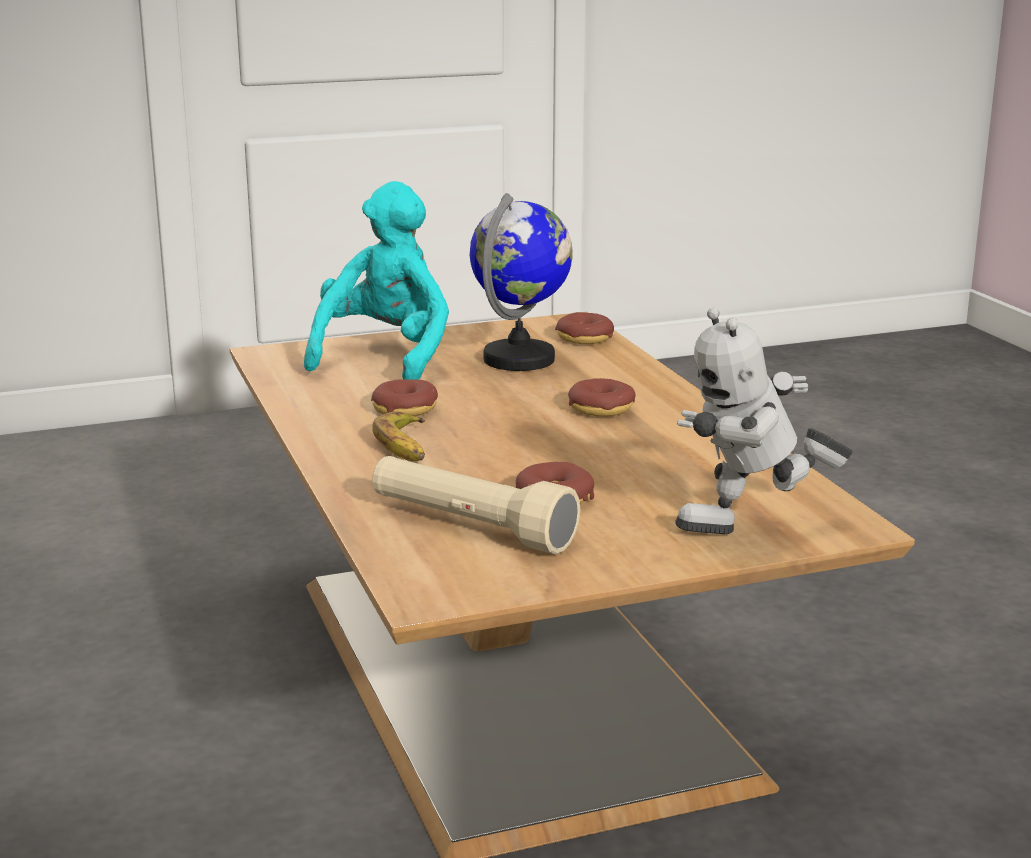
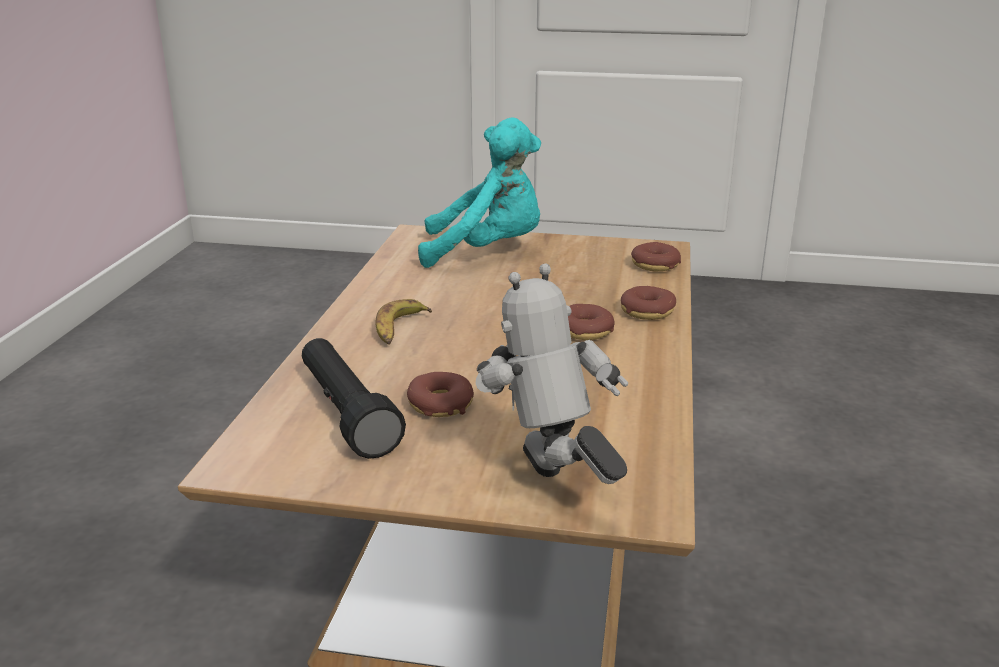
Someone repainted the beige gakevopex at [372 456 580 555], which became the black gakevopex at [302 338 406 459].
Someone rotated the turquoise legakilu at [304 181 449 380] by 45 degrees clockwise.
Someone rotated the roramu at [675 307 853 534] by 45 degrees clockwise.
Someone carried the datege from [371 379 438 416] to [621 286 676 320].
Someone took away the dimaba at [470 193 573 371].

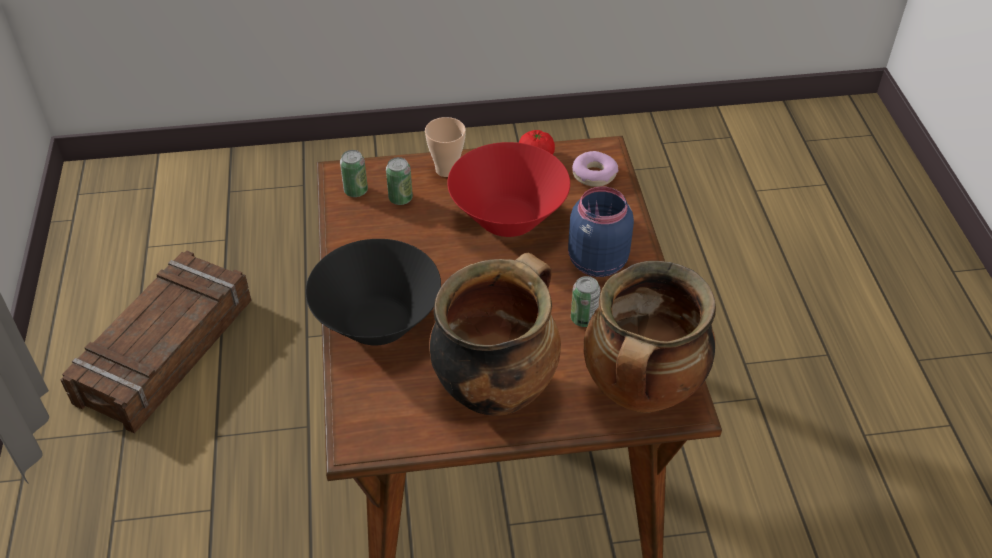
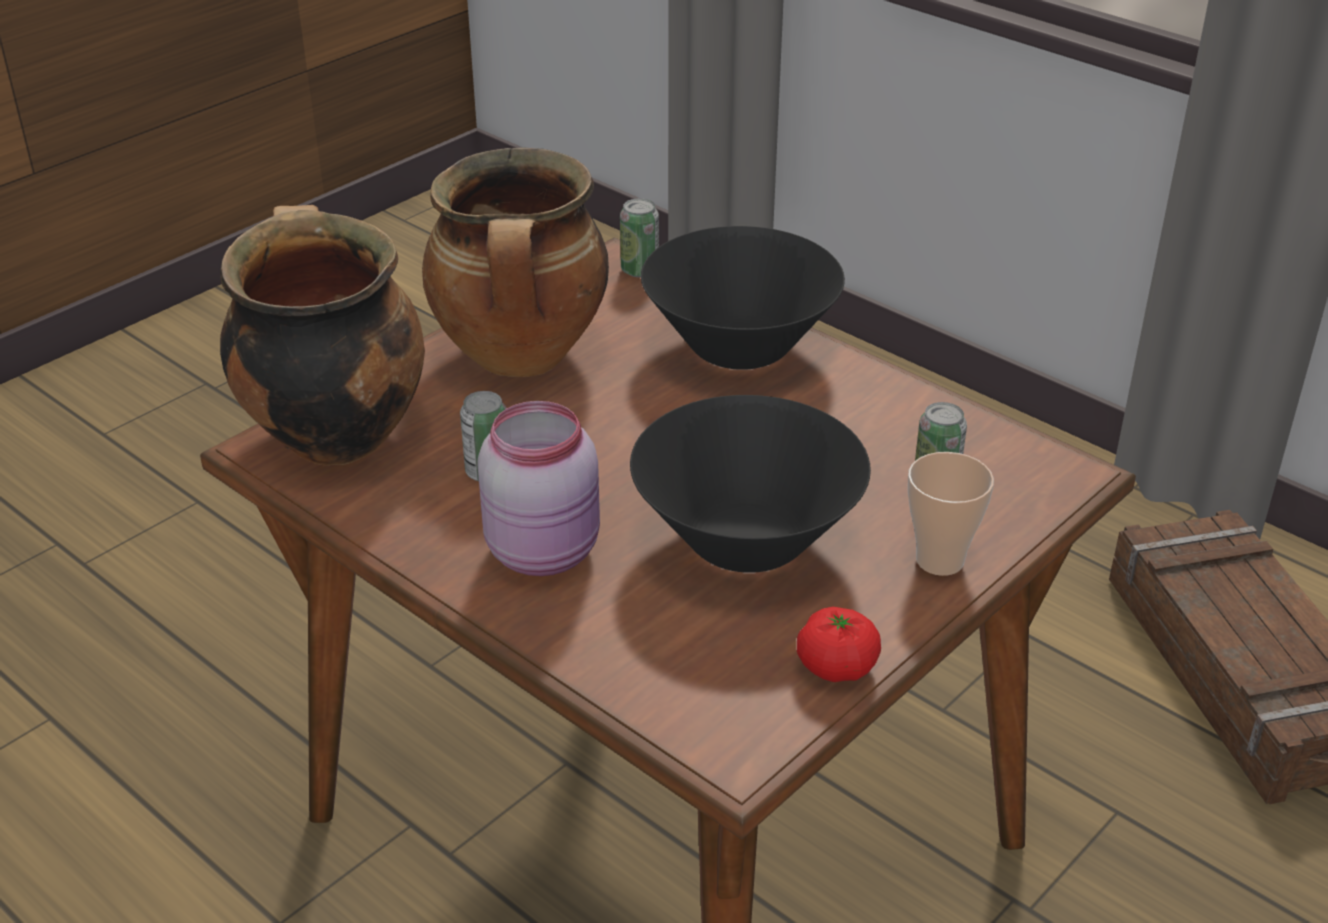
Someone repainted the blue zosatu at [568 187 634 277], which became the pink zosatu at [477 401 600 576].
Someone carried the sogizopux from [340 150 368 197] to [620 198 659 277].
Someone repainted the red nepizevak at [447 142 570 237], which became the black nepizevak at [630 395 871 573].
Someone took away the datege at [572 151 618 187].

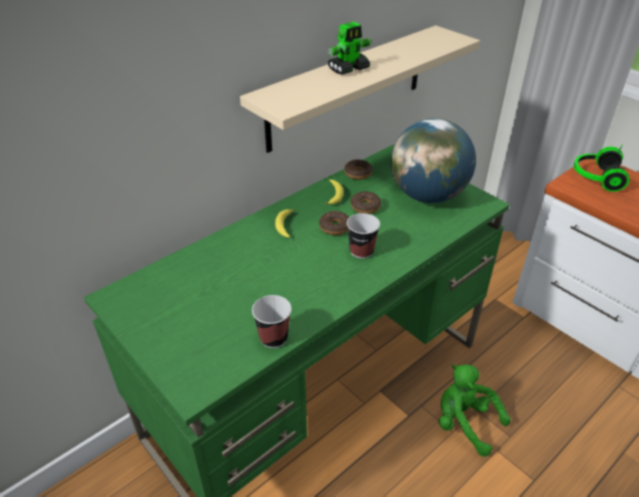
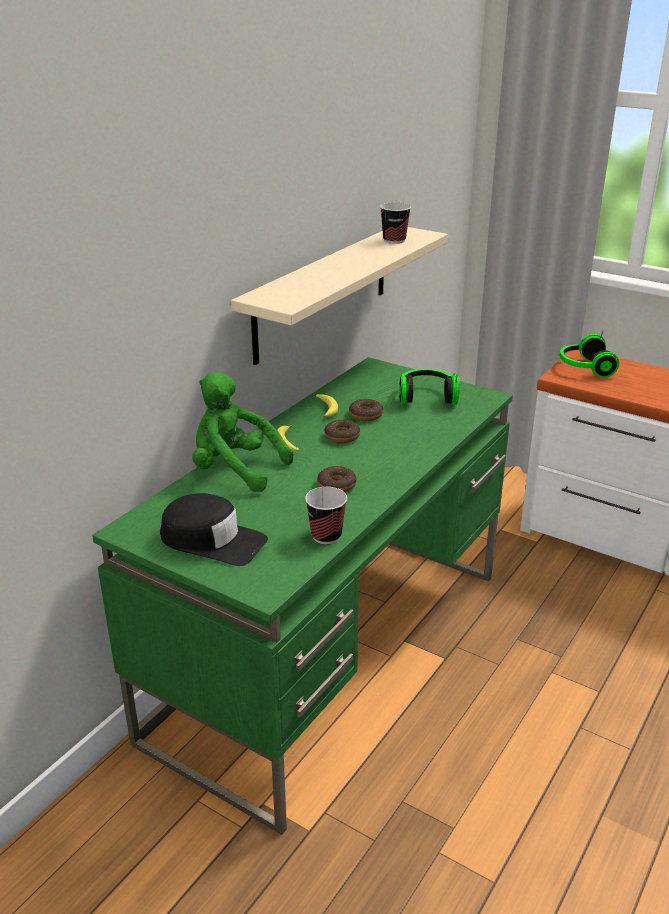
Someone put down the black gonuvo at [160 493 268 566].
Someone carried the green legakilu from [439 364 511 457] to [192 372 293 492].
Someone carried the datege from [344 160 373 180] to [317 466 357 492].
Someone carried the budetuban from [347 213 380 259] to [380 202 411 244].
Someone swapped the dimaba at [391 118 476 203] for the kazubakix at [399 369 459 405].
Someone took away the roramu at [327 22 372 75].

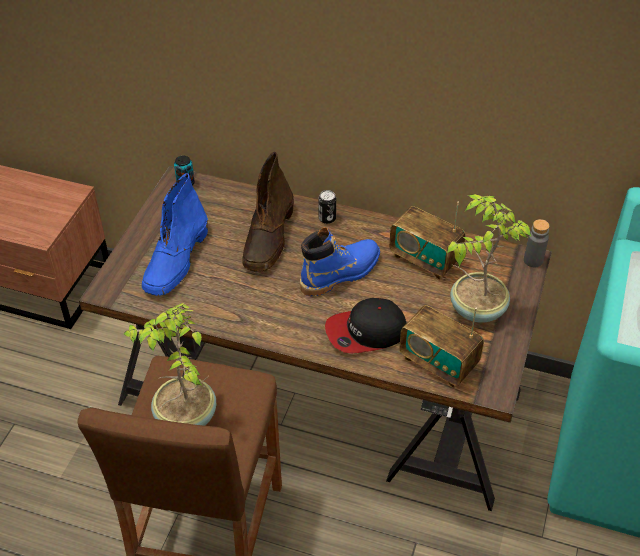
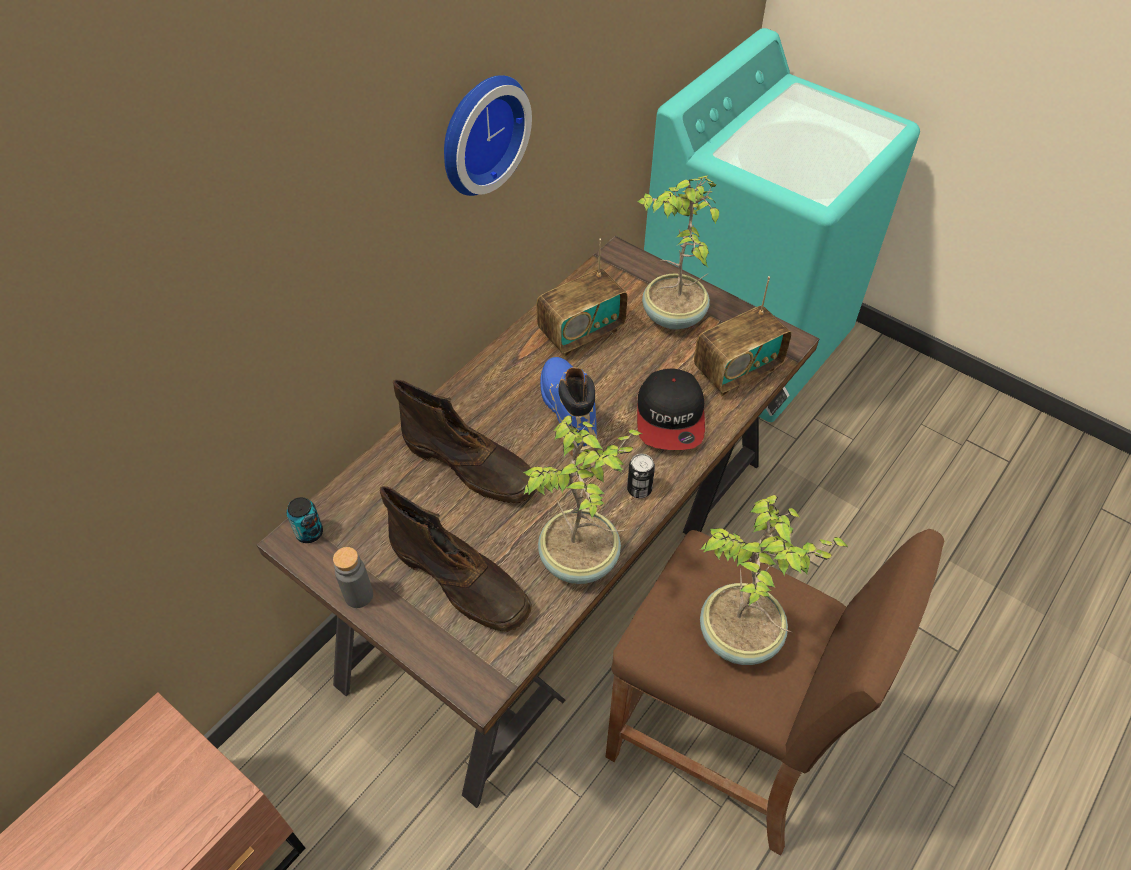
Someone carried the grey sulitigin from [524 219 549 267] to [333 547 373 608].
Someone repainted the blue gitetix at [142 173 208 296], which became the brown gitetix at [380 486 532 632].
Someone put up the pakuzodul at [444 75 532 196].
Someone put down the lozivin at [523 415 642 584].
Someone carried the sogizopux from [319 190 336 224] to [627 454 655 498].

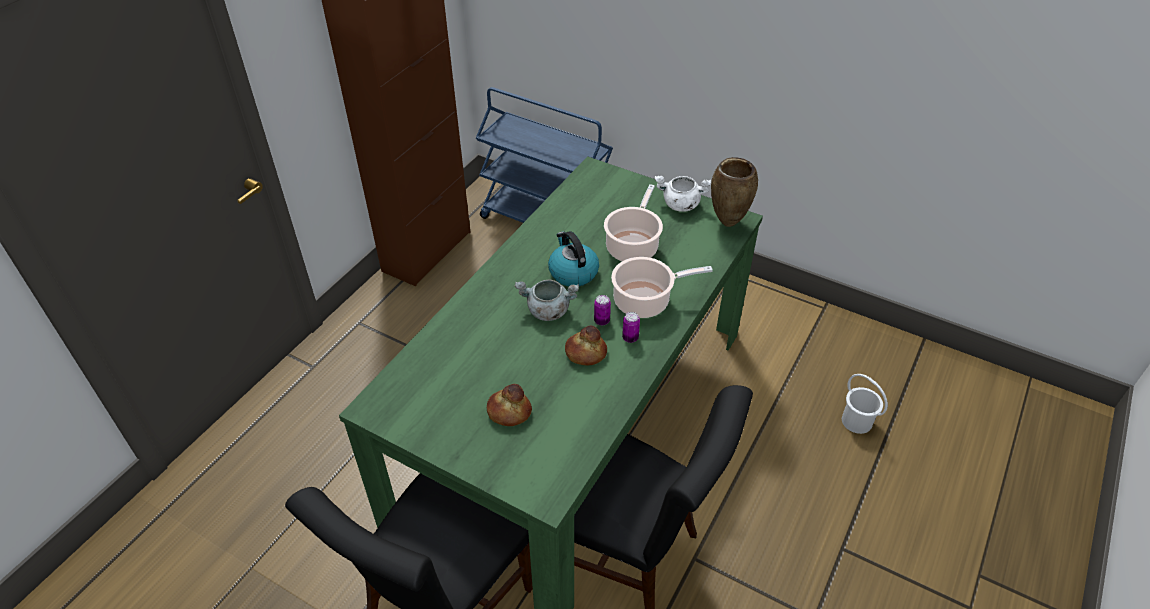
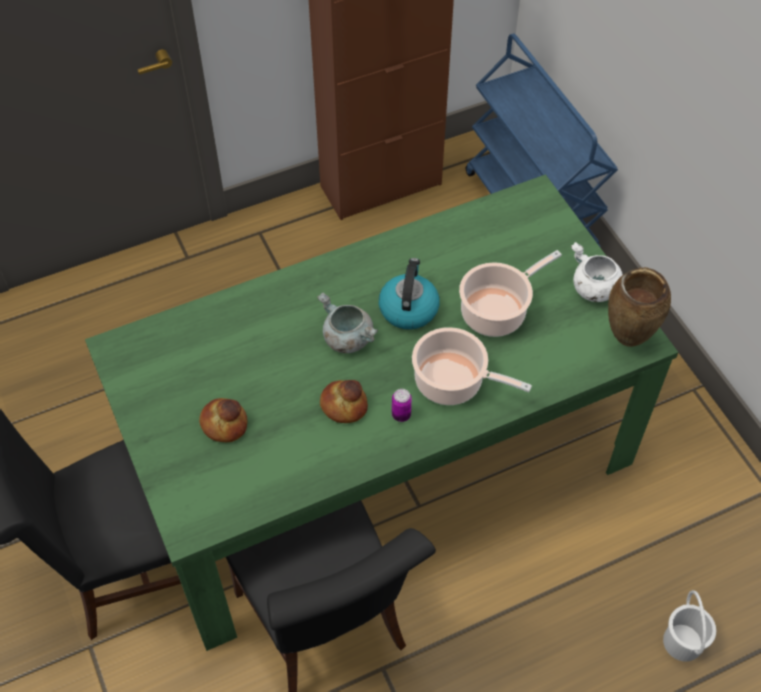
Someone took away the sogizopux at [594 295 611 325].

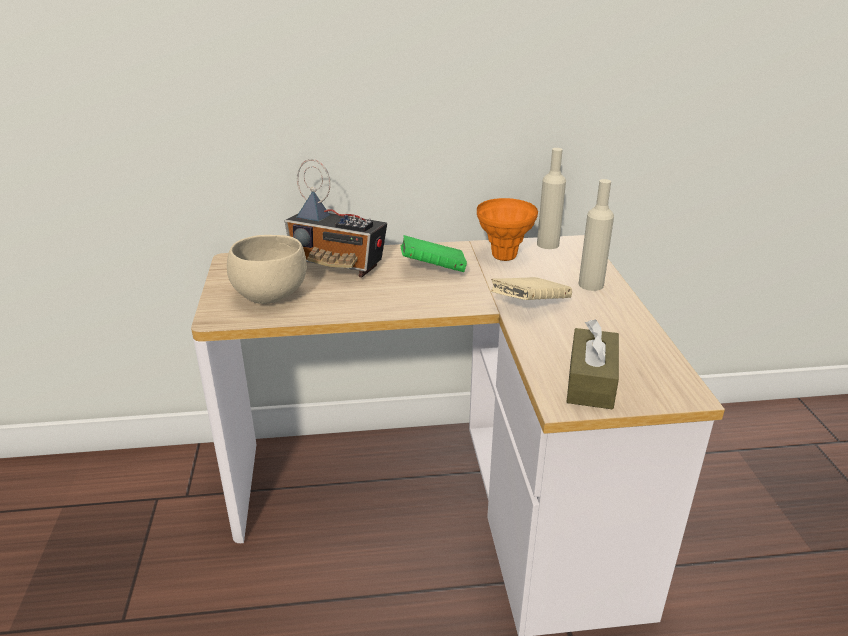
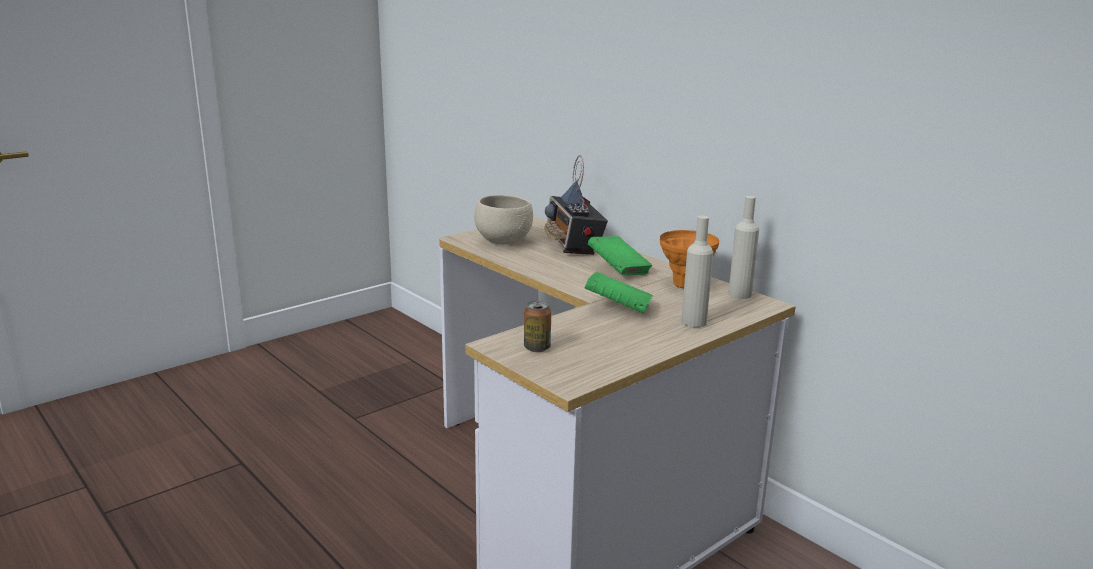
Someone swapped the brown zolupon at [567 319 619 409] for the sogizopux at [524 301 551 352].
Someone repainted the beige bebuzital at [490 277 572 300], which became the green bebuzital at [584 272 653 314].

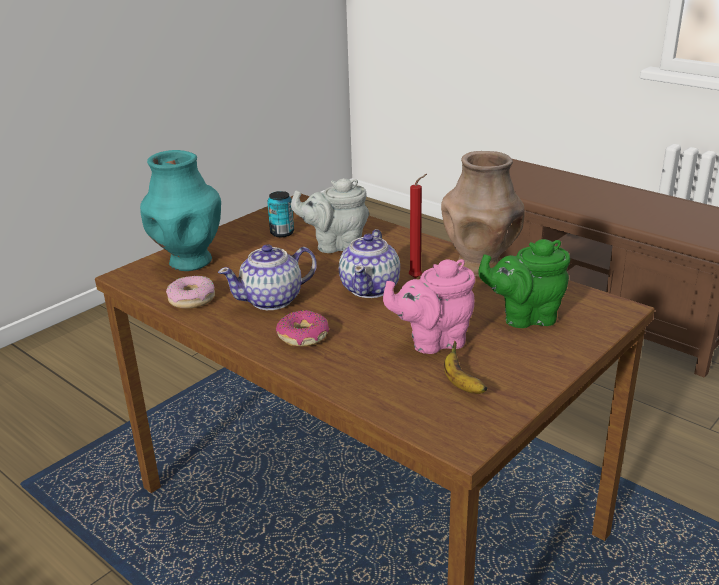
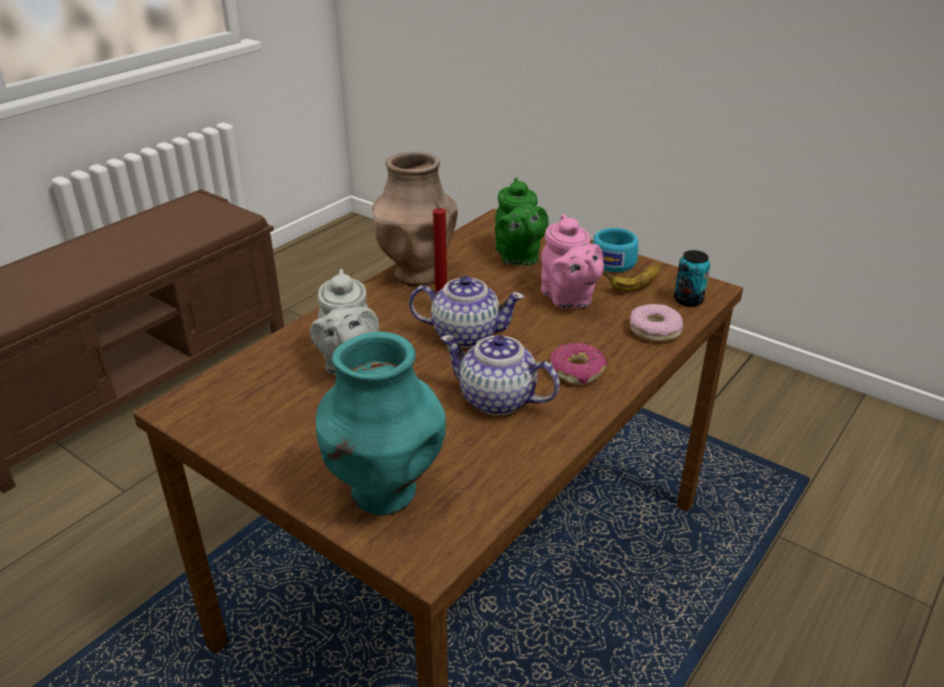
Someone rotated the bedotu at [218 244 317 310] by 150 degrees clockwise.
Someone put down the turquoise budetuban at [593 228 638 272].
Someone carried the datege from [166 276 215 309] to [630 304 683 342].
Someone carried the sogizopux from [267 191 294 237] to [674 250 710 307].

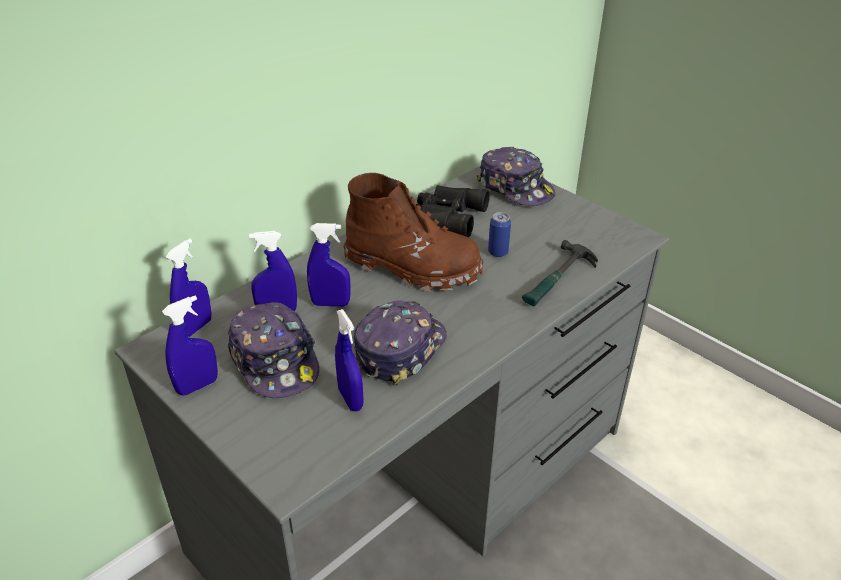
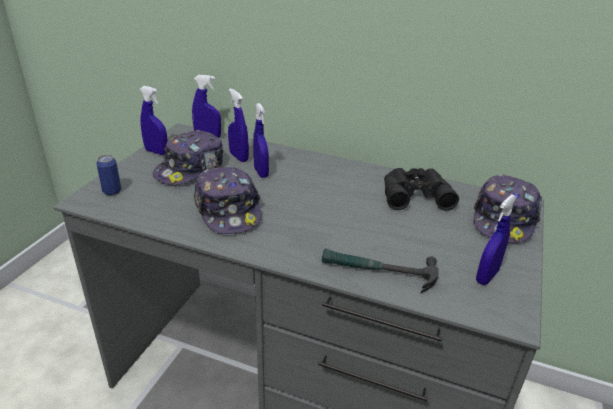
Someone carried the sogizopux from [488 212 511 257] to [96 155 121 195].
Someone rotated the gonuvo at [354 300 447 386] by 60 degrees clockwise.
Someone carried the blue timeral from [335 309 364 411] to [476 194 517 285].
Someone took away the brown gitetix at [343 173 483 292].

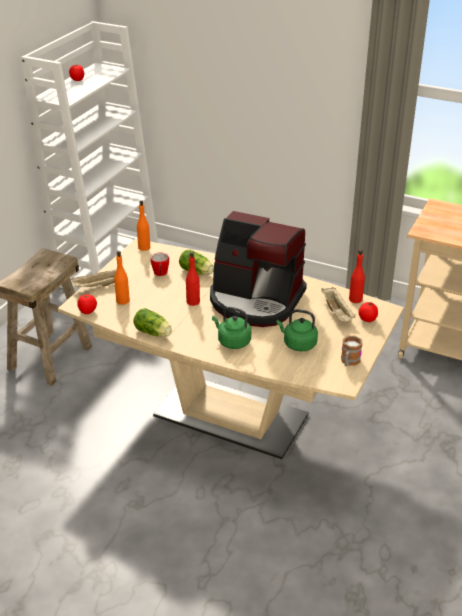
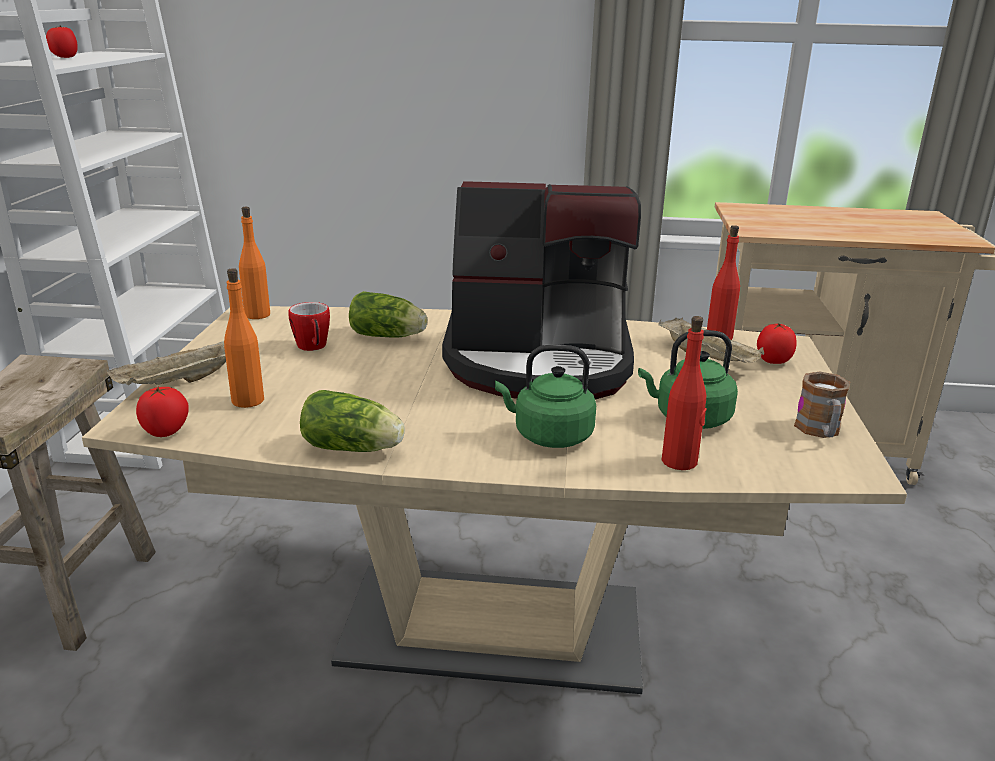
Someone carried the red sulitigin from [186 252 200 306] to [662 316 707 470].

